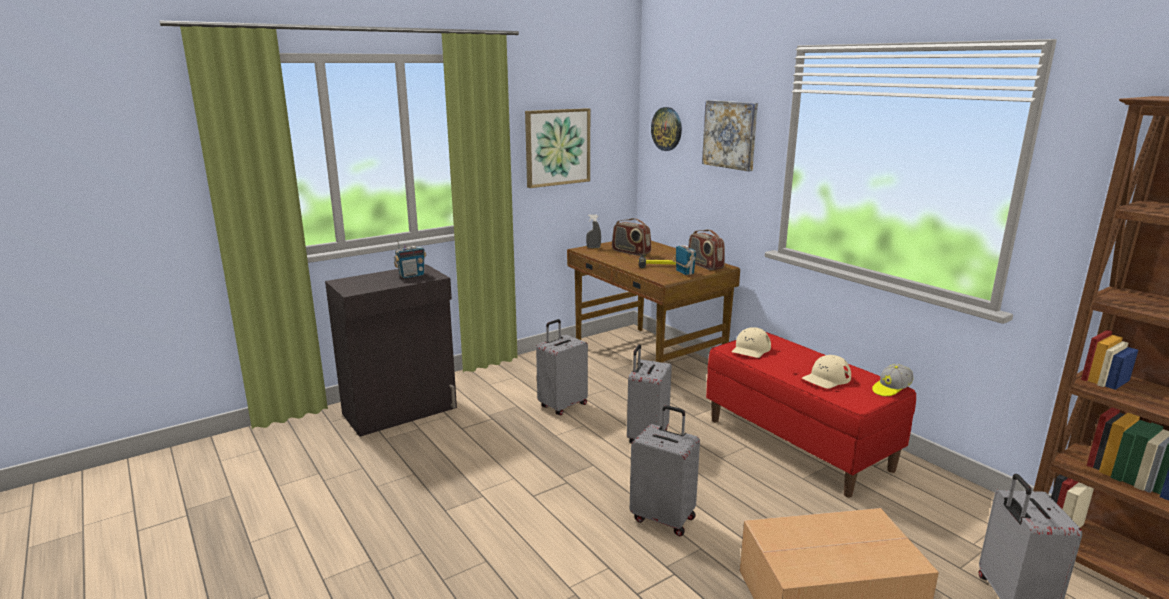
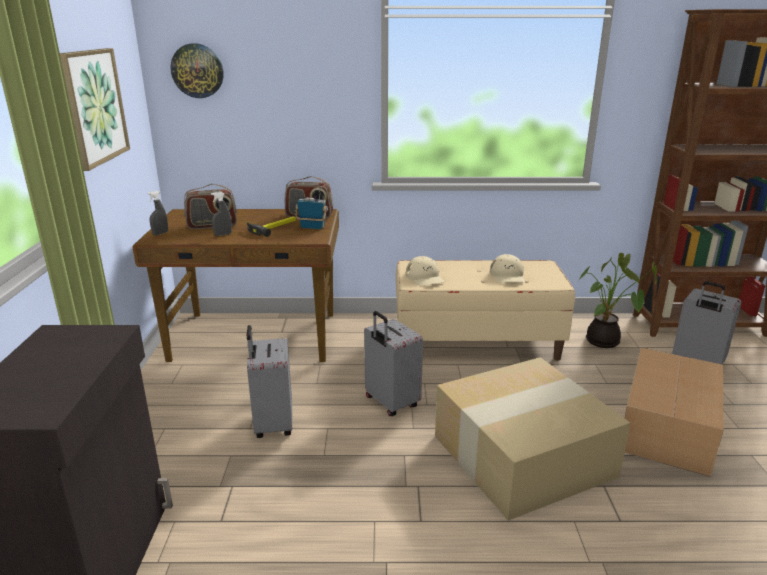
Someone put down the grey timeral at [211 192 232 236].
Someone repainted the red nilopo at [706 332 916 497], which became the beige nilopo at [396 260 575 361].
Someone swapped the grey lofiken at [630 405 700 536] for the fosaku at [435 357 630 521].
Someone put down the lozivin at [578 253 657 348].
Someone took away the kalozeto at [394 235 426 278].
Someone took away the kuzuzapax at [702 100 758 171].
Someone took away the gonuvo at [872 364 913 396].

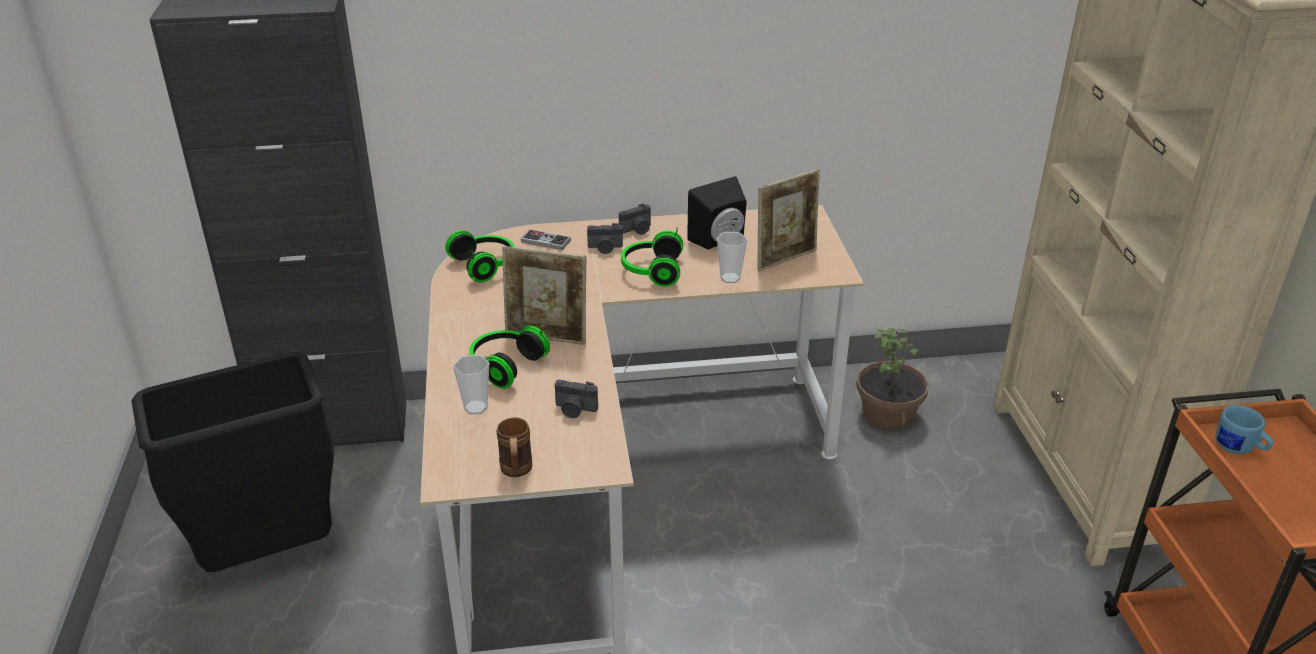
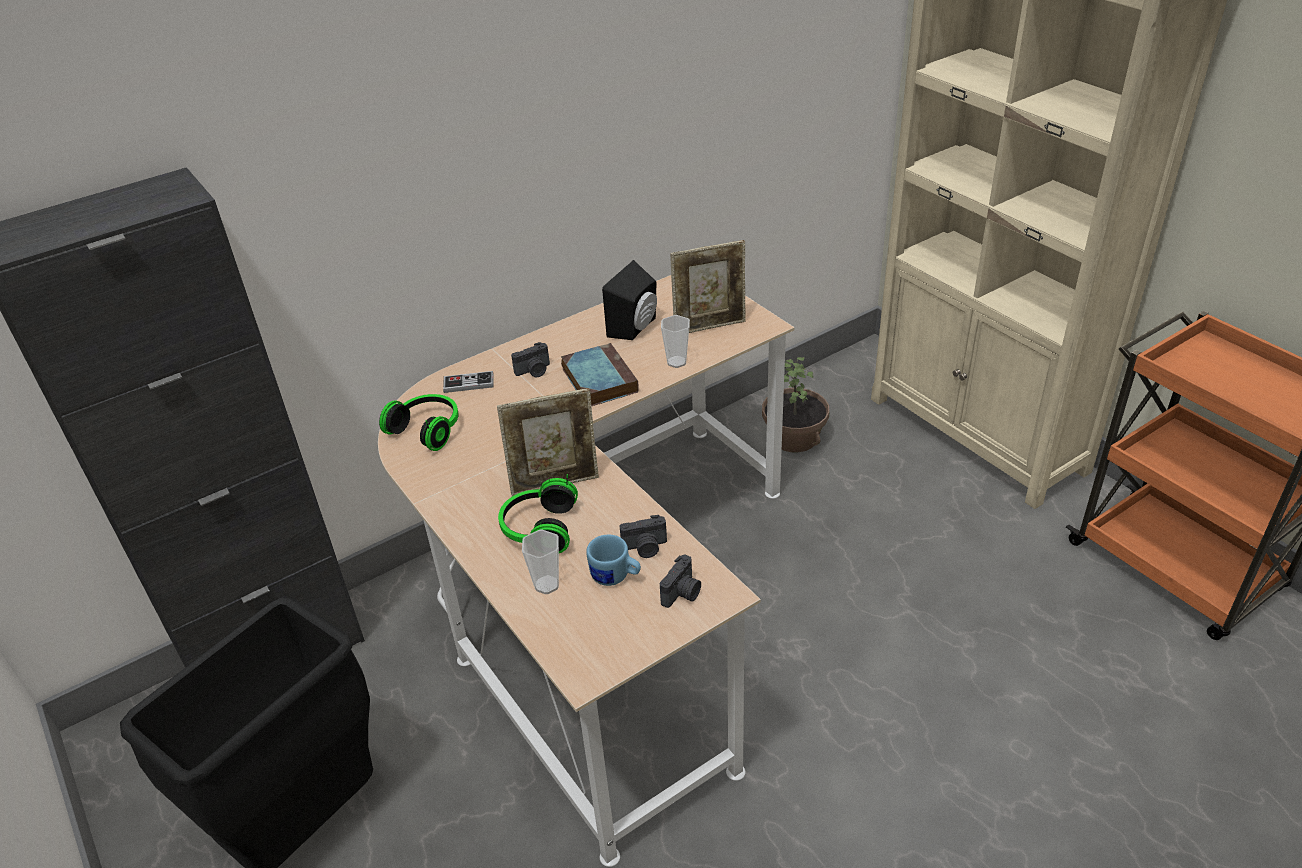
Someone swapped the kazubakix at [621 227 683 287] for the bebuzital at [561 343 639 406].
Someone carried the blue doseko from [1216 405 1273 454] to [586 534 641 586].
Someone carried the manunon from [619 203 651 235] to [660 555 701 608].
Someone rotated the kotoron at [757 169 820 271] by 45 degrees clockwise.
Someone took away the brown doseko at [496 417 532 477].

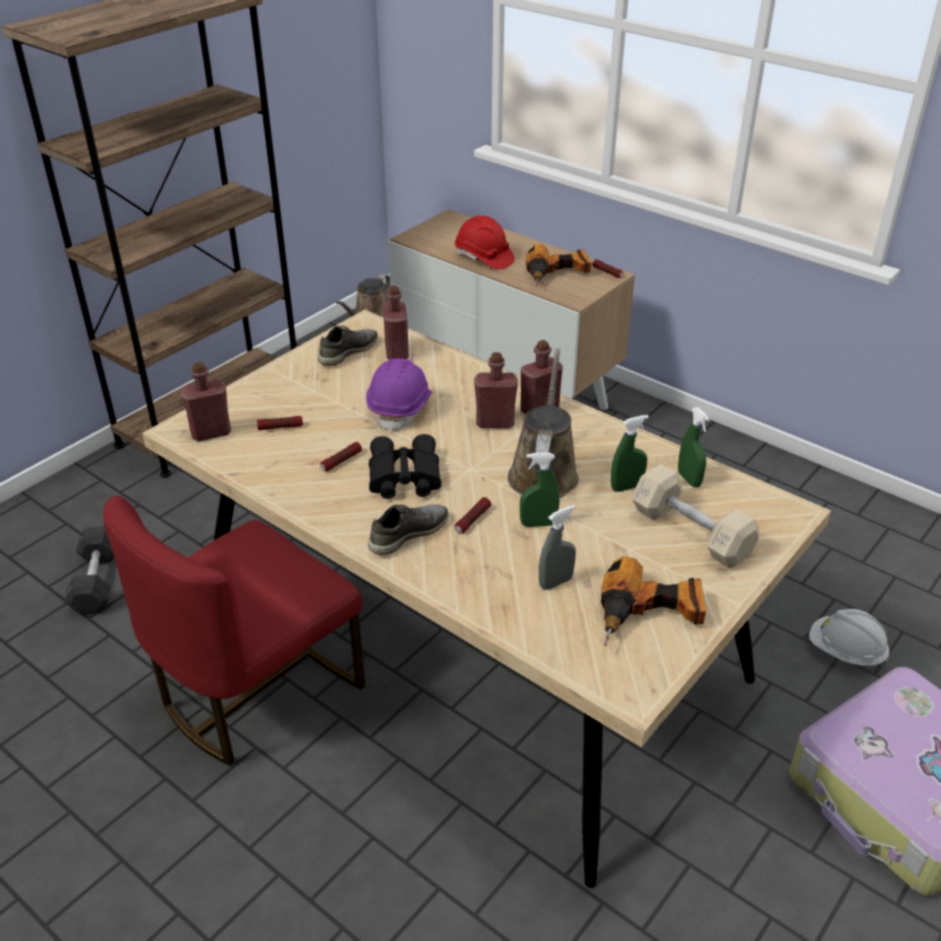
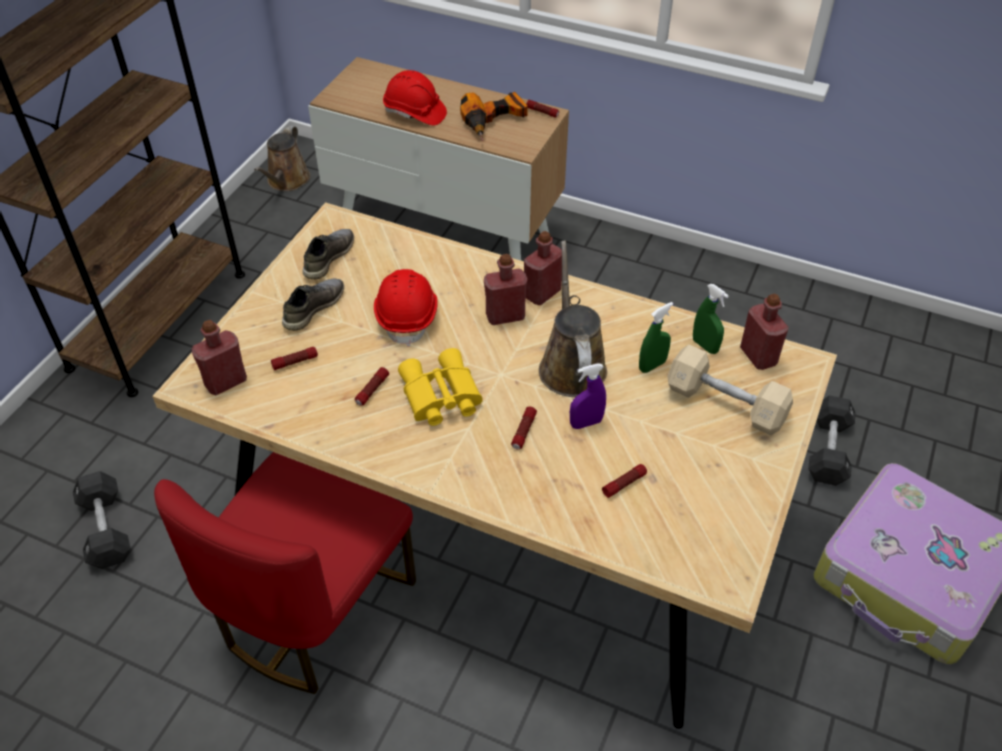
Someone carried the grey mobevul from [368 504 449 555] to [282 279 344 331].
Someone repainted the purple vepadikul at [366 358 432 433], which became the red vepadikul at [374 269 438 347].
Someone repainted the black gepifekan at [369 434 441 499], which became the yellow gepifekan at [398 348 483 426].
Someone repainted the green timeral at [520 452 560 527], which became the purple timeral at [570 363 606 429].
Someone swapped the grey timeral at [539 505 576 590] for the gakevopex at [602 464 647 498].
Someone carried the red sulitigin from [383 286 409 360] to [740 294 789 370].
Someone swapped the white vepadikul at [809 609 889 667] for the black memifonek at [808 395 856 486].
Someone took away the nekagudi at [601 556 706 646].

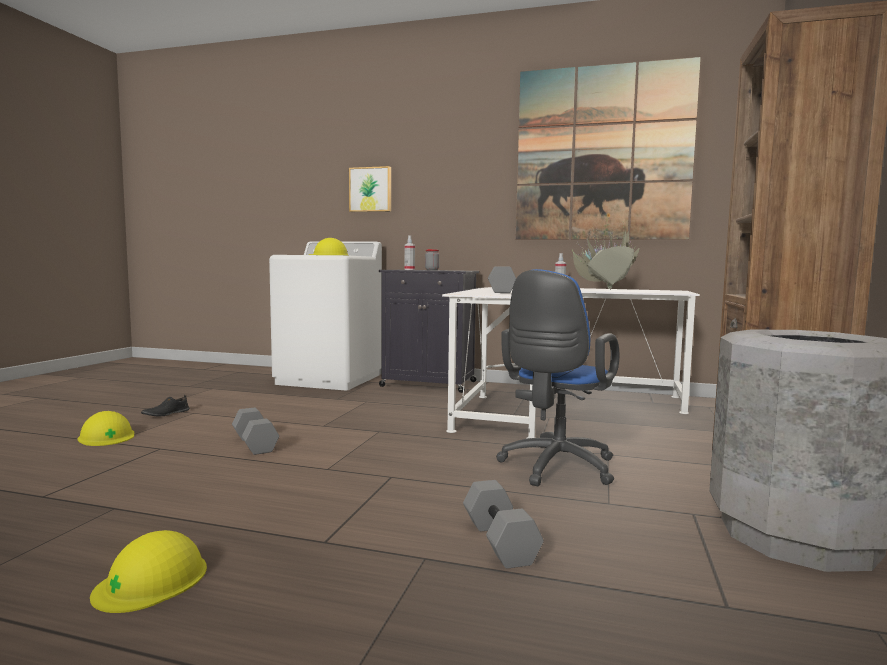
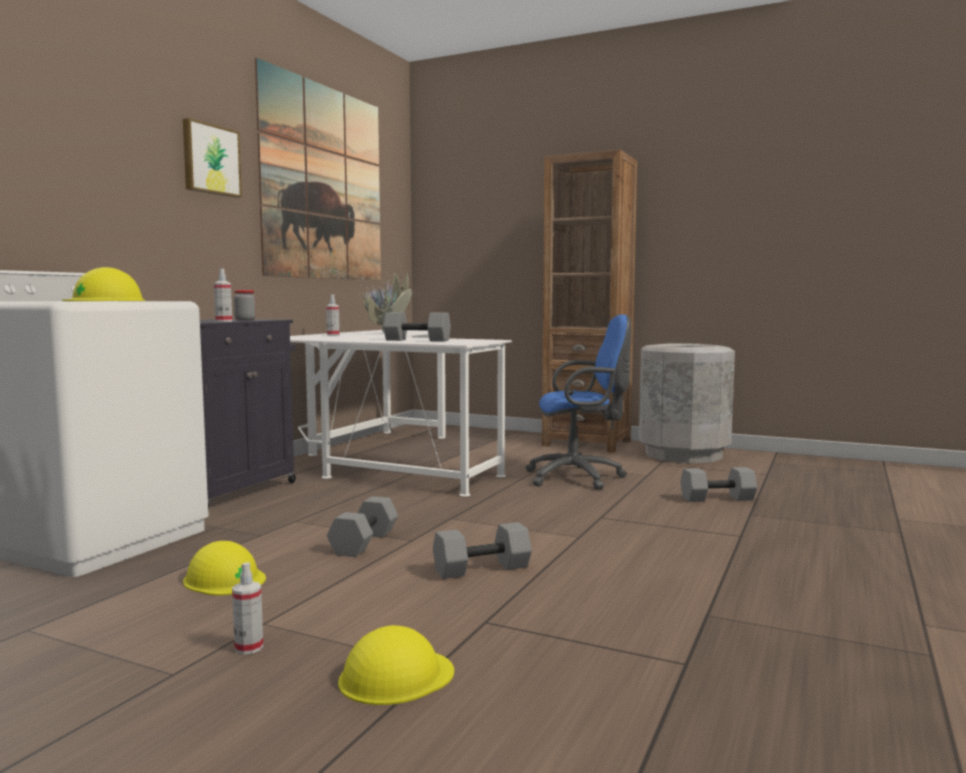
Someone carried the kuzuzapax from [349 166 391 212] to [183 118 242 198].
Someone carried the yellow vepadikul from [90 530 207 613] to [183 541 266 595].
Someone swapped the black mobevul at [141 395 190 416] for the timeral at [232 562 263 654].
Someone put down the grey memifonek at [327 496 398 557].
Someone rotated the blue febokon at [496 269 619 486] by 45 degrees counterclockwise.

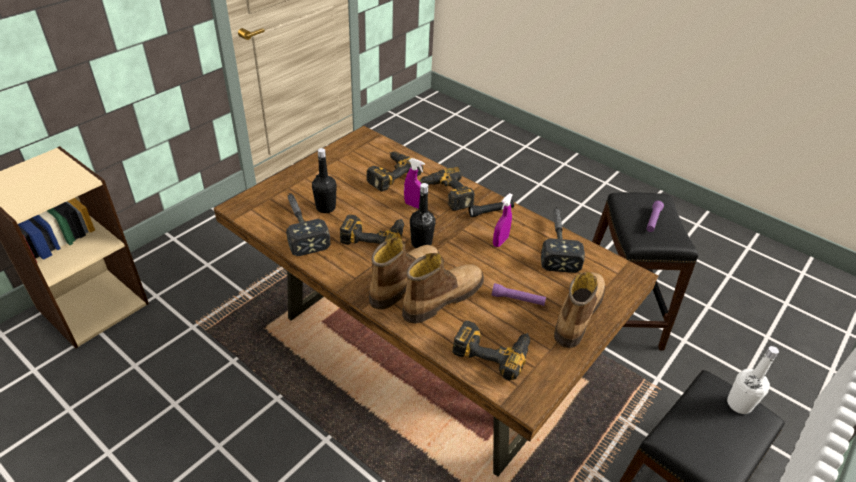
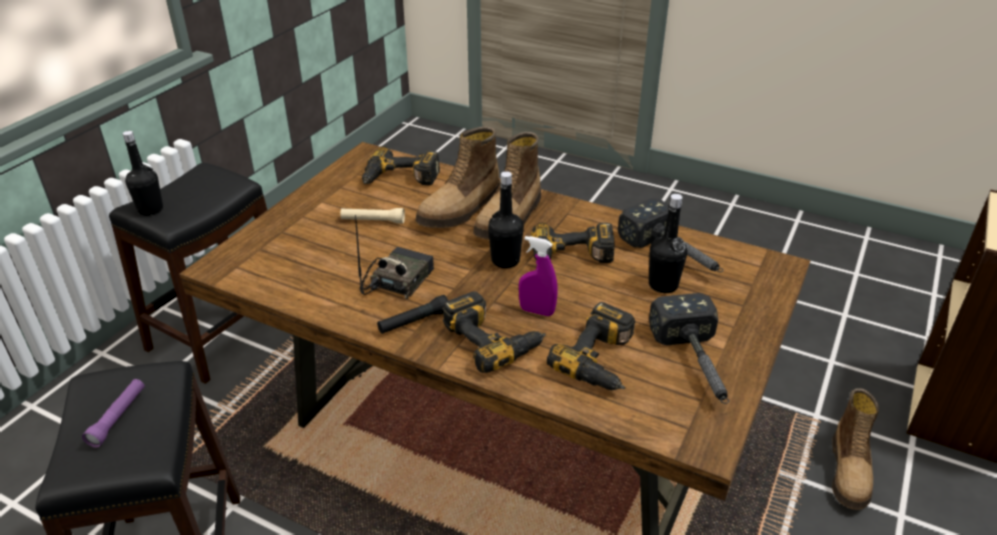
Someone repainted the white sulitigin at [727 346 779 414], which became the black sulitigin at [123 131 163 216].
Someone repainted the purple gakevopex at [492 283 546 306], which became the beige gakevopex at [340 208 405 224].
Someone swapped the purple timeral at [493 193 513 247] for the kalozeto at [355 215 434 299].
Someone carried the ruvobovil from [541 207 585 273] to [649 293 729 404].
Someone carried the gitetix from [554 272 605 348] to [832 388 879 510].

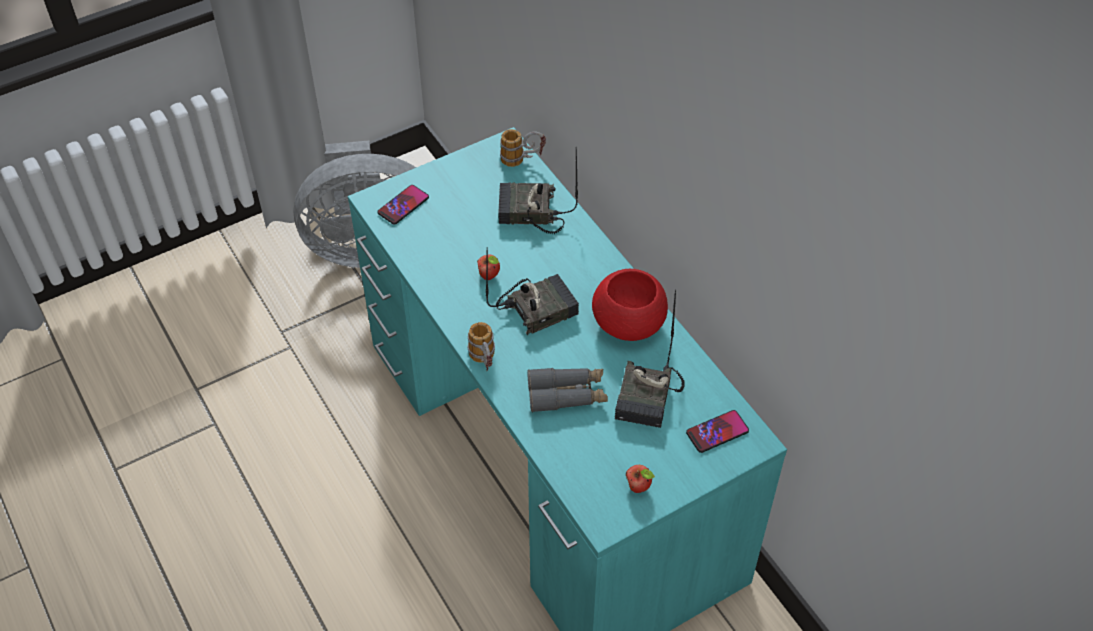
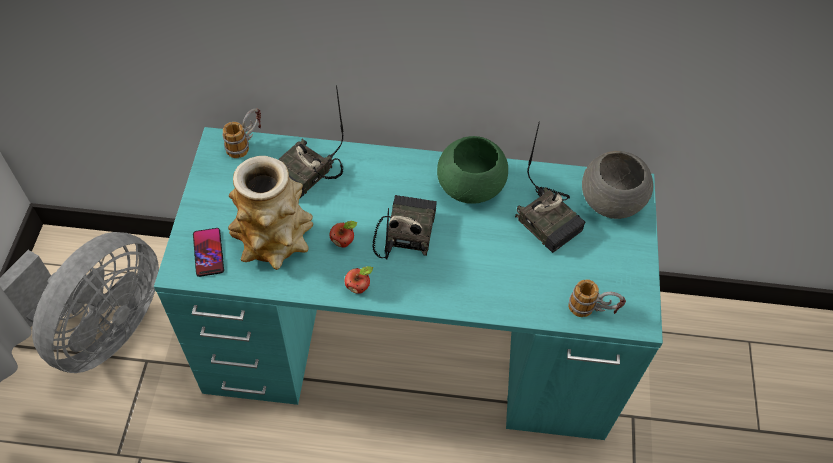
Someone put down the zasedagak at [228 156 313 270].
Someone carried the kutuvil from [626 465 655 493] to [345 266 373 294].
Someone repainted the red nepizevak at [592 269 668 341], which became the green nepizevak at [437 136 508 204].
Someone carried the doseko from [468 322 495 371] to [568 279 626 317].
Someone swapped the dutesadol at [686 410 749 453] for the grey nepizevak at [582 151 653 219].
Someone took away the grey gepifekan at [527 368 608 412].

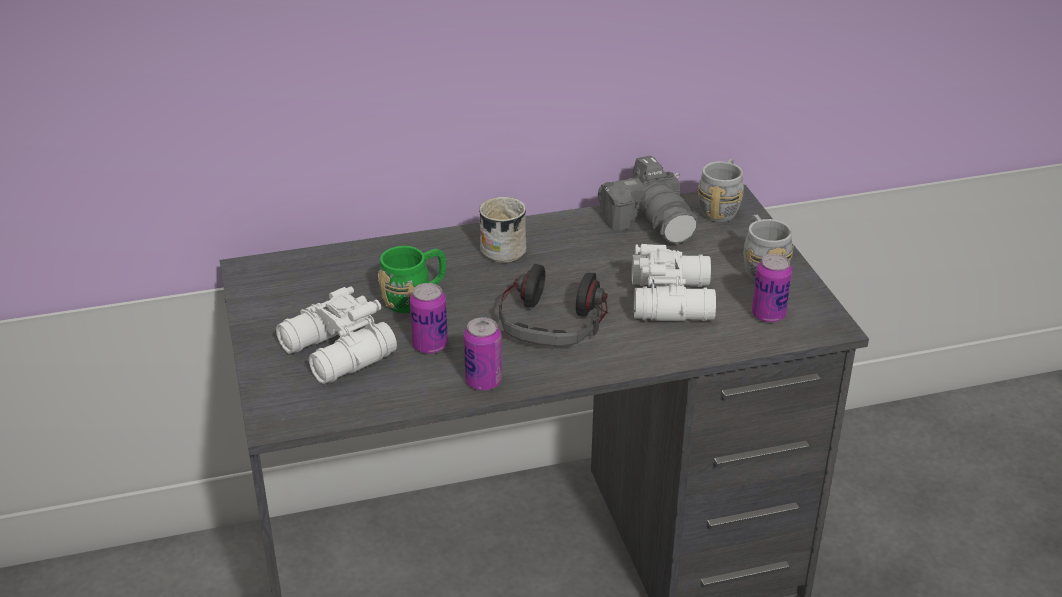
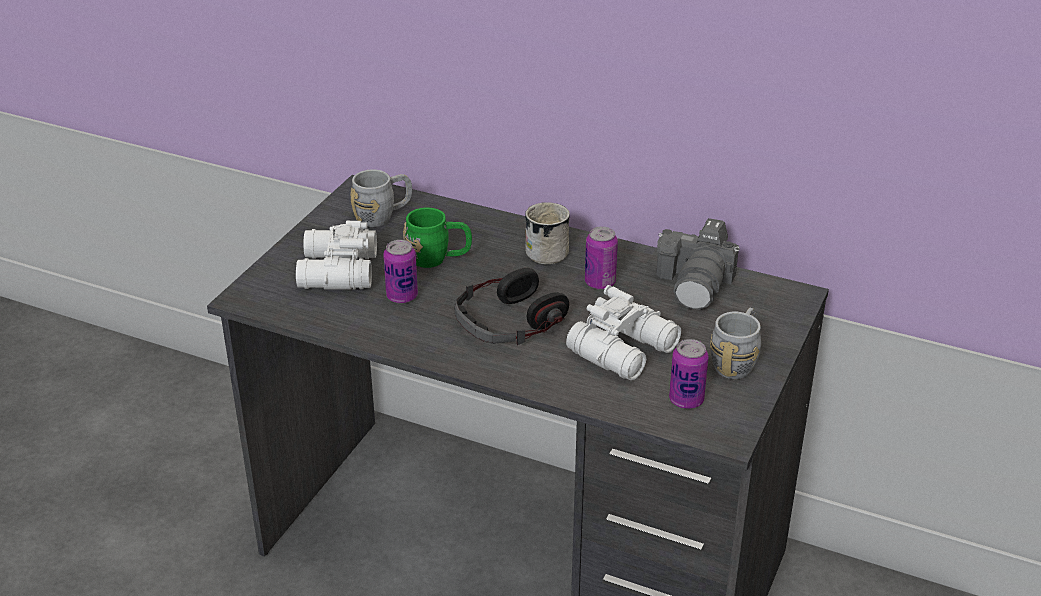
Someone carried the grey doseko from [698 159 744 222] to [350 169 412 227].
Someone carried the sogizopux from [464 317 502 391] to [585 227 618 290].

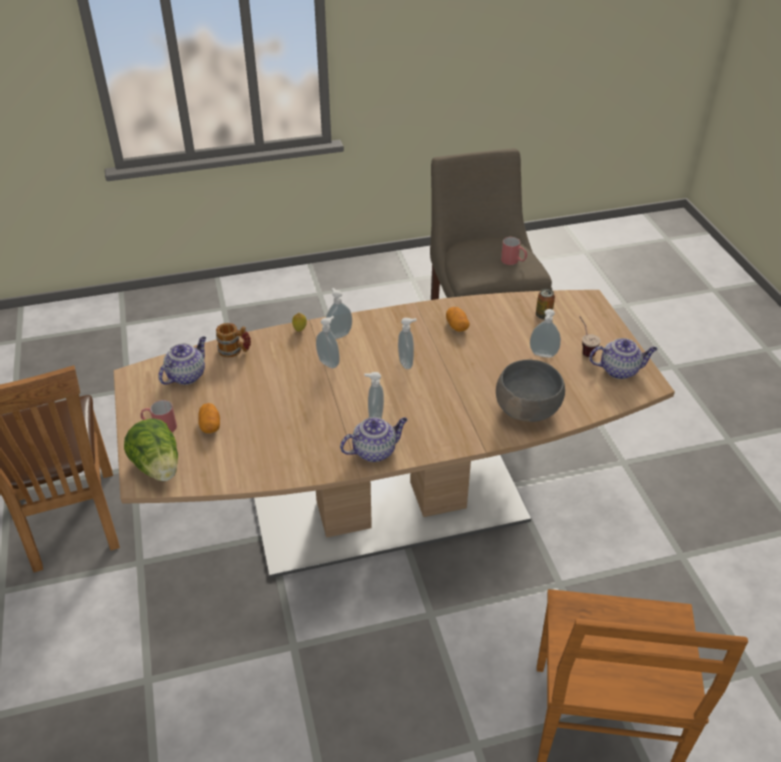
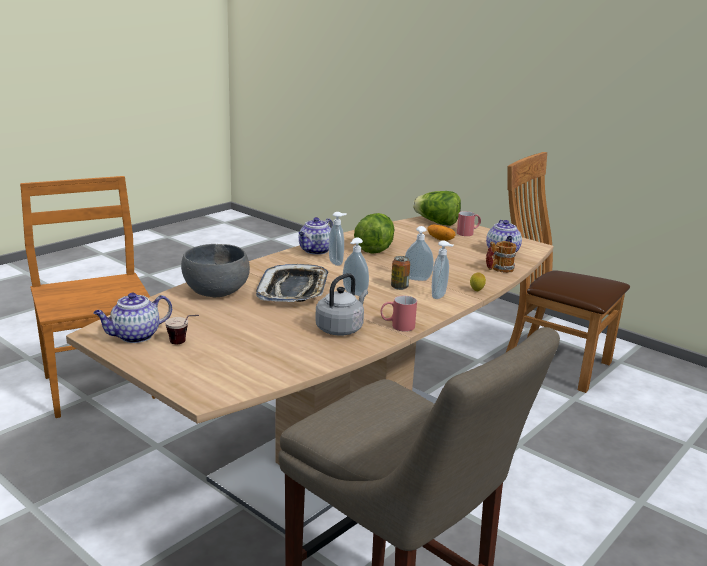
Someone put down the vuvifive at [256 264 328 302].
Someone swapped the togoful at [446 307 470 332] for the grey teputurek at [315 273 368 336].
Someone put down the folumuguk at [354 213 394 254].
Someone carried the red doseko from [501 237 527 265] to [381 296 417 332].
Someone carried the sogizopux from [536 289 555 320] to [391 256 410 290].
Someone took away the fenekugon at [530 309 561 358].

